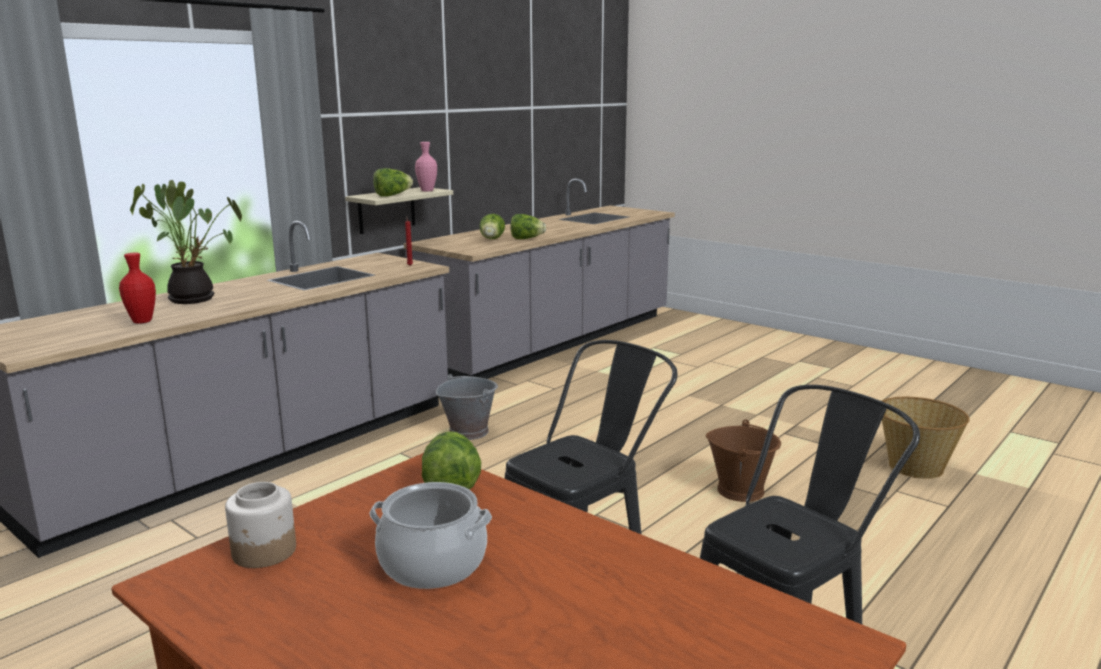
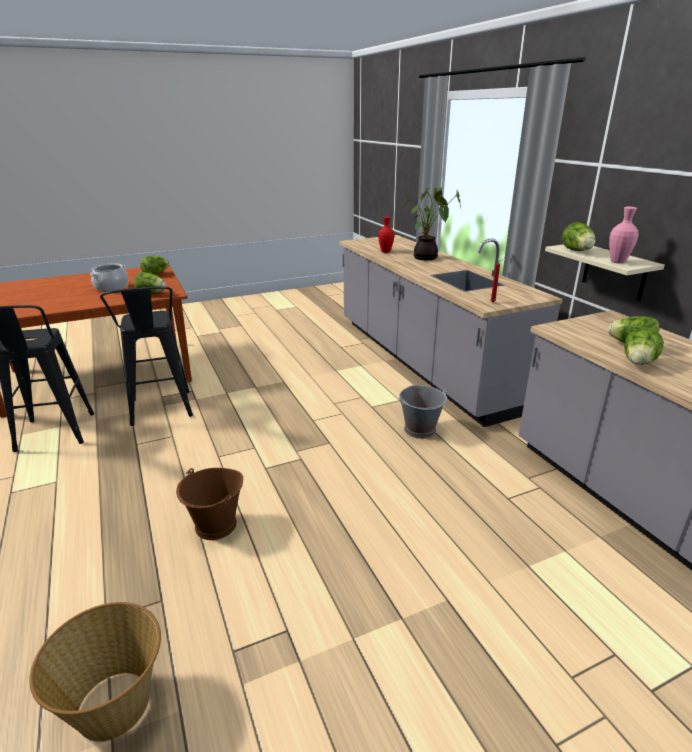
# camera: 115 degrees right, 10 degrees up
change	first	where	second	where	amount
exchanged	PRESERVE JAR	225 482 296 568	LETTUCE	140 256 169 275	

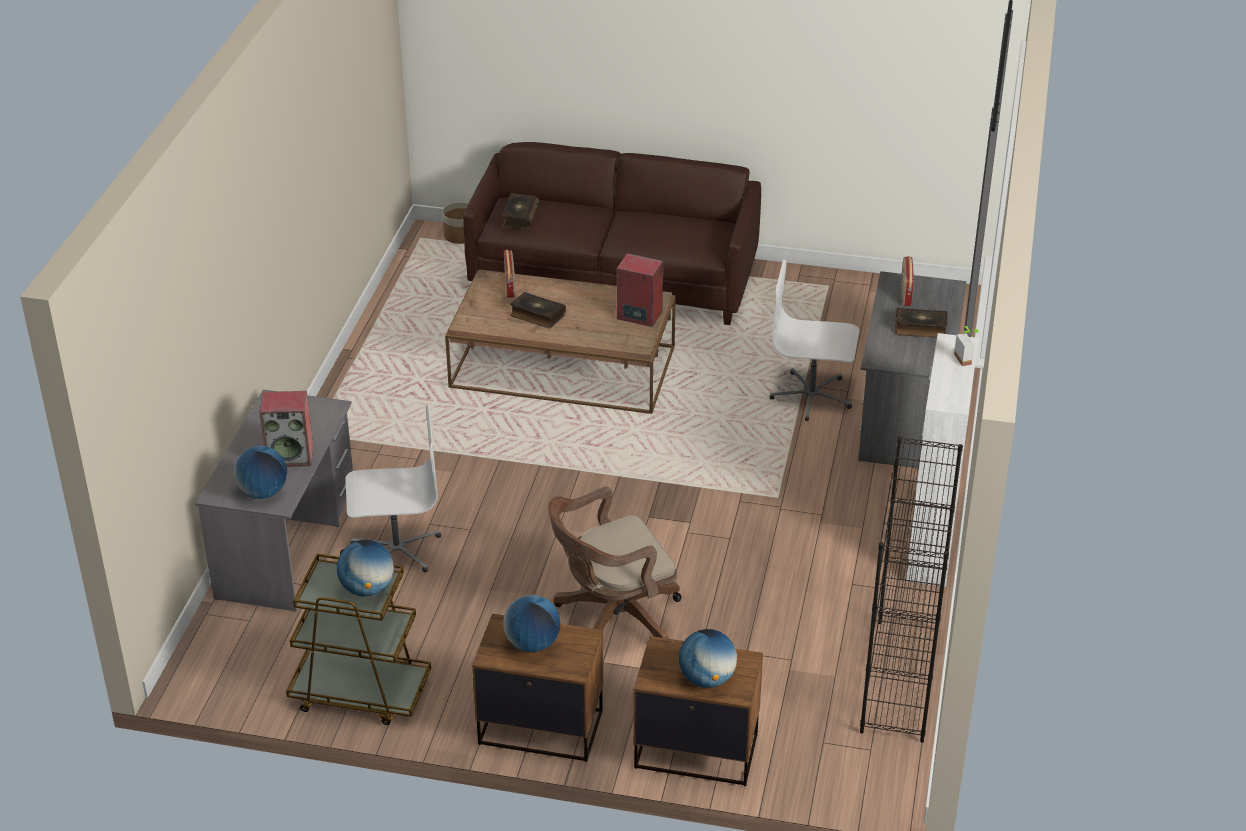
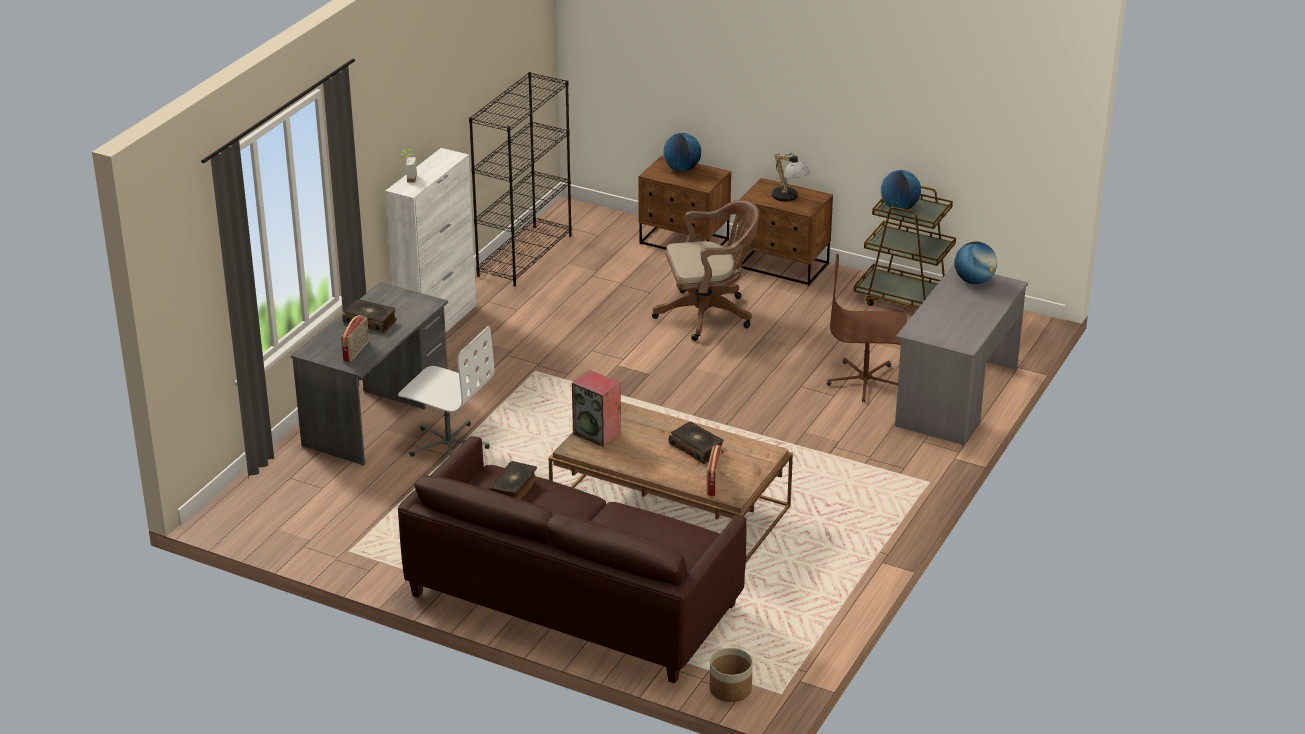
# camera: 165 degrees left, 5 degrees down
change	first	where	second	where	amount
missing	AUDIO SPEAKER	260 391 313 467			
relocated	BOUND BOOK	502 193 539 229		488 461 538 500	
exchanged	GLOBE	503 595 560 652	TABLETOP LAMP	771 153 810 202	
colour	WHITE-COLOURED OFFICE CHAIR	345 405 441 572	BROWN OFFICE CHAIR	827 254 907 402	

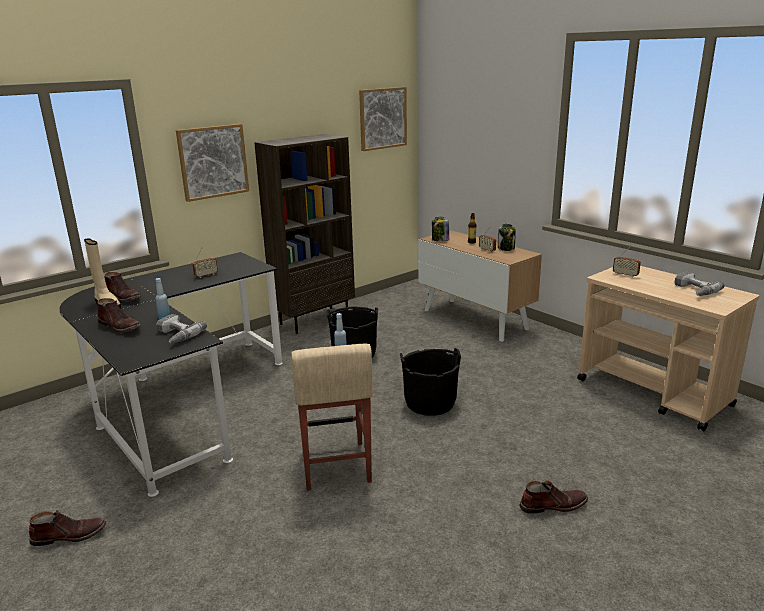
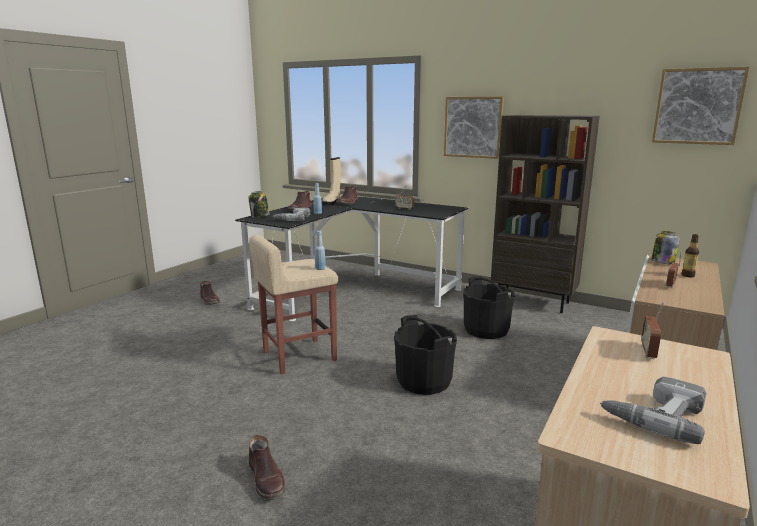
# camera: 70 degrees right, 5 degrees down
change	first	where	second	where	amount
relocated	PRESERVE JAR	498 224 516 251		248 191 269 217	

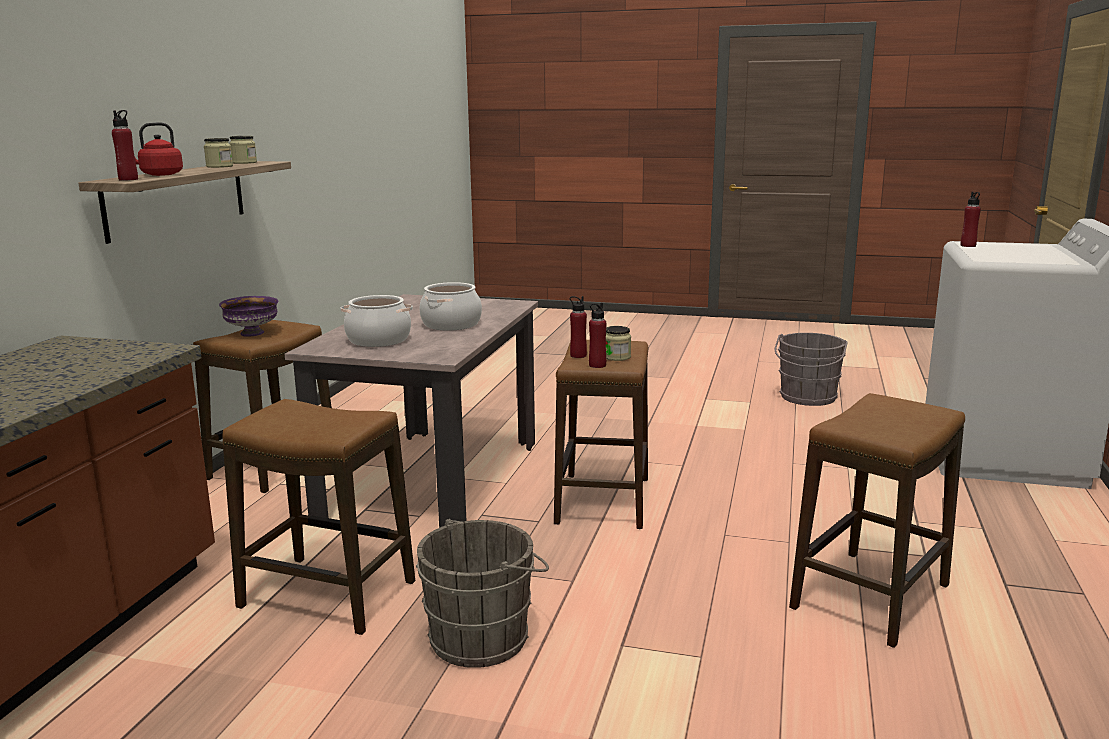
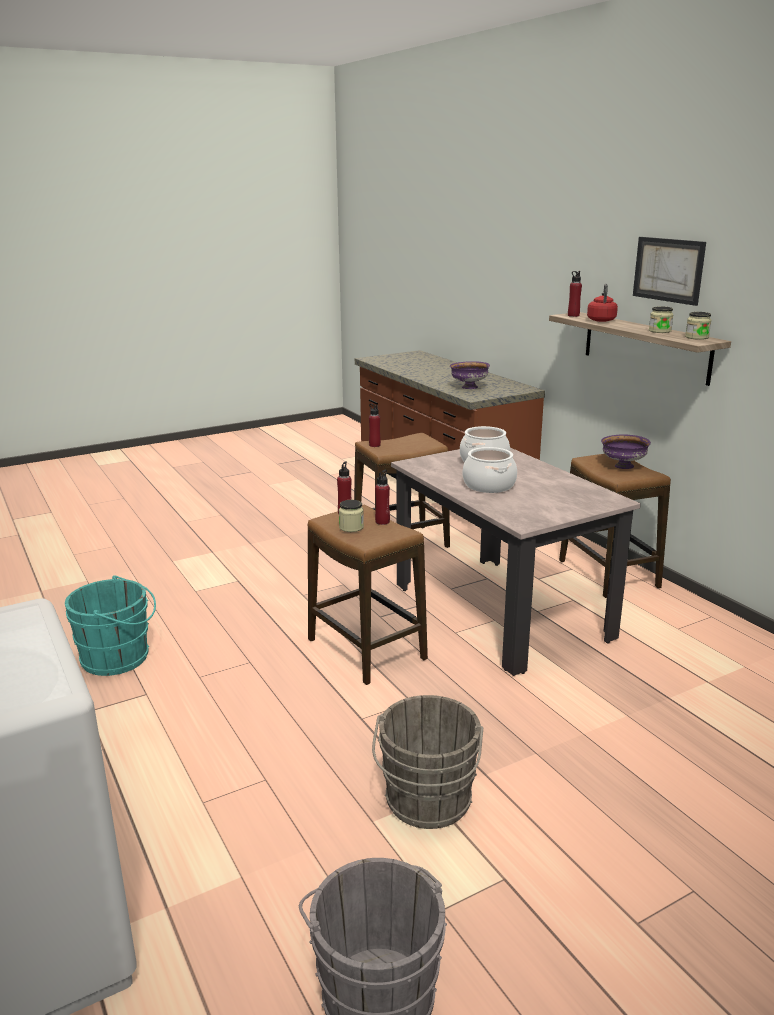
# camera: 135 degrees right, 5 degrees up
change	first	where	second	where	amount
appeared			PURPLE-COLOURED DEEP DISH	450 361 490 389	
appeared			PICTURE	633 237 706 306	
relocated	GREY BUCKET	416 519 549 668		372 695 483 829	
relocated	RED-COLOURED DRINK BOTTLE	961 192 981 247		369 404 381 447	
exchanged	SITTING STOOL	789 393 965 648	TURQUOISE BUCKET	65 575 156 676	

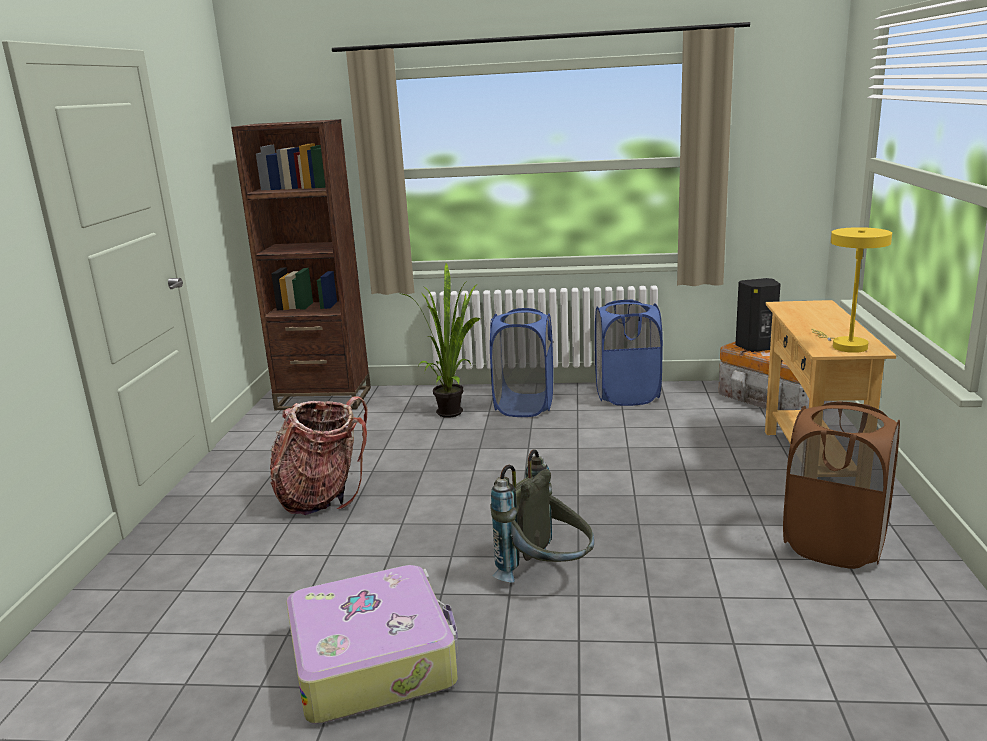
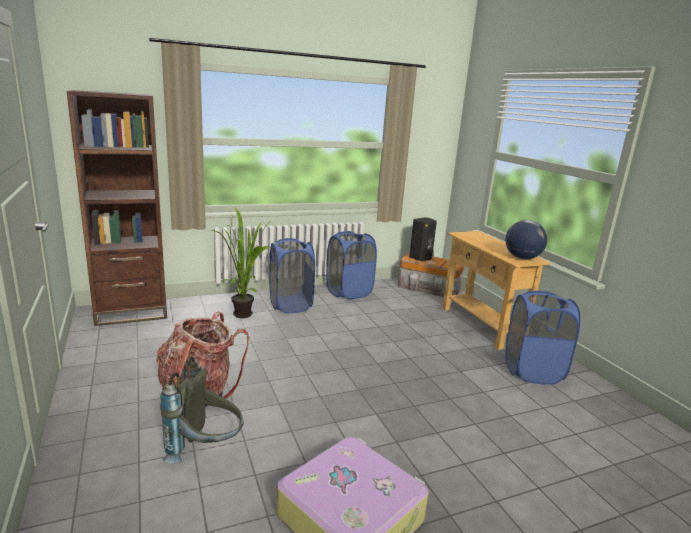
# camera: 30 degrees left, 0 degrees up
change	first	where	second	where	amount
relocated	GREY BACKPACK	490 450 594 582		160 356 244 464	
exchanged	YELLOW TABLETOP LAMP	811 227 892 353	GLOBE	505 220 547 259	
colour	BROWN LAUNDRY BASKET	783 401 900 569	BLUISH LAUNDRY BASKET	505 290 580 385	

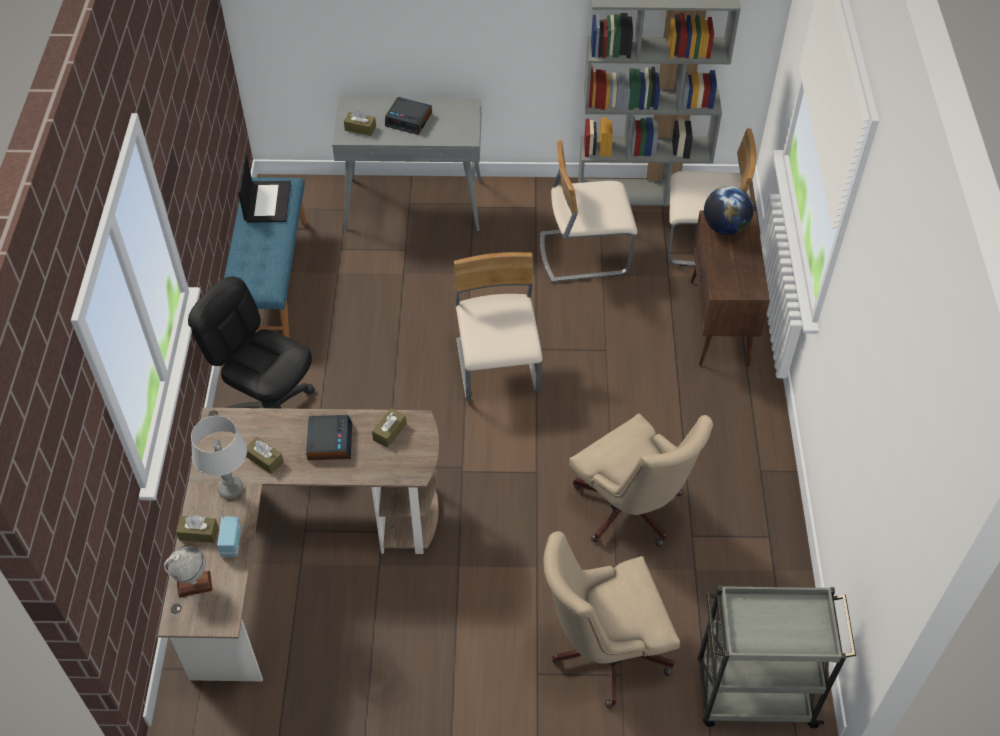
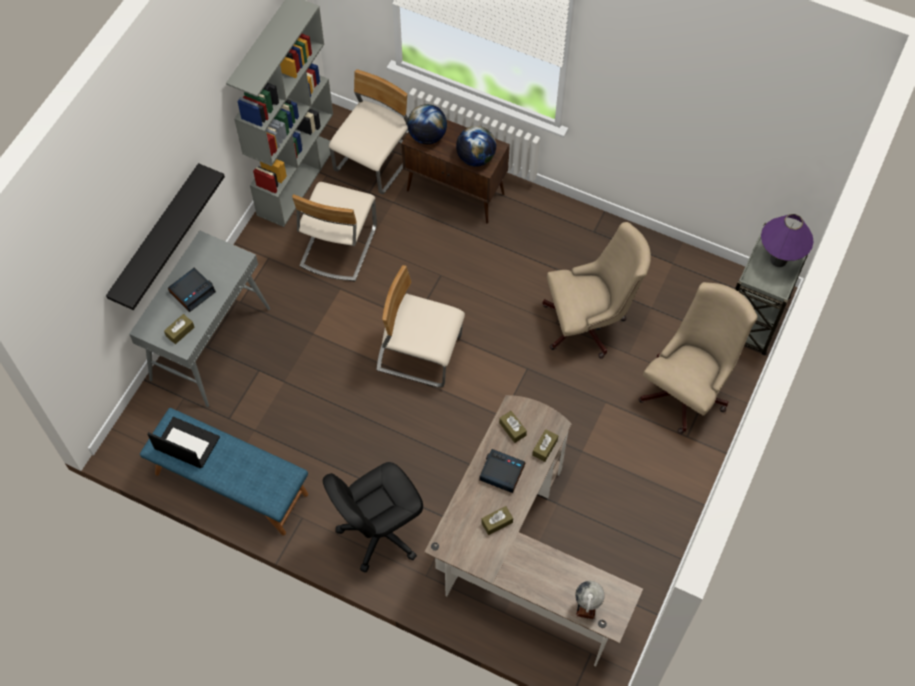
# camera: 65 degrees left, 10 degrees up
change	first	where	second	where	amount
missing	GREY TABLETOP LAMP	191 416 247 499			
missing	RADIO RECEIVER	217 509 241 557			
appeared			BLACK WALL SHELF	106 163 225 310	
appeared			GLOBE	456 126 496 167	
appeared			PURPLE-COLOURED TABLETOP LAMP	761 214 814 267	
relocated	BROWN BOX OF TISSUES	176 515 218 543		532 429 558 462	
spun	BEIGE OFFICE CHAIR	544 531 680 709		639 282 758 434	150 degrees counterclockwise

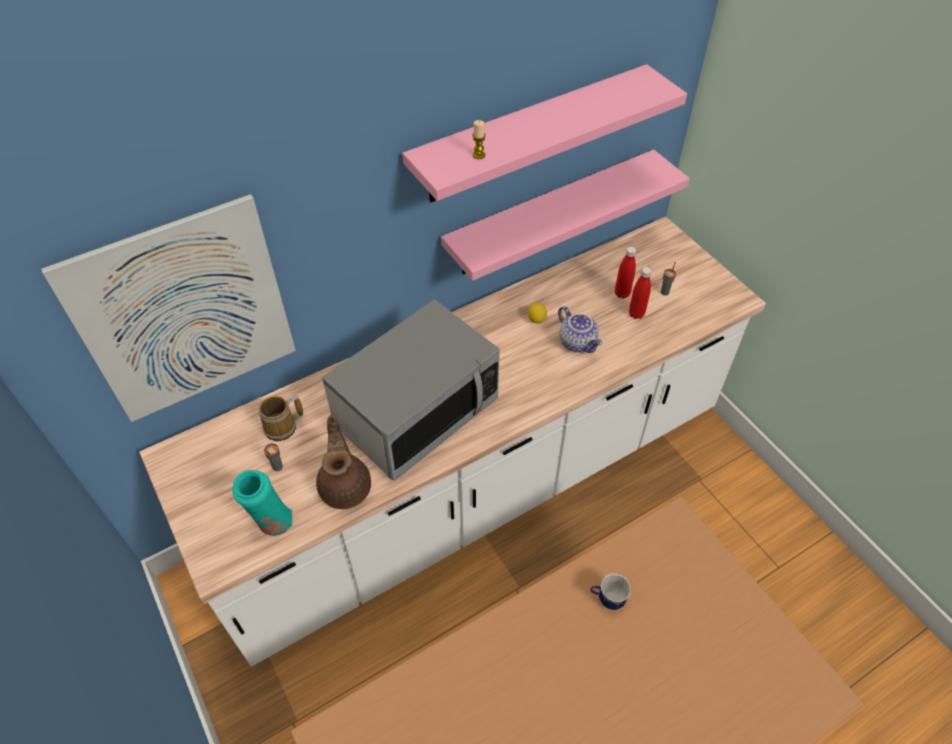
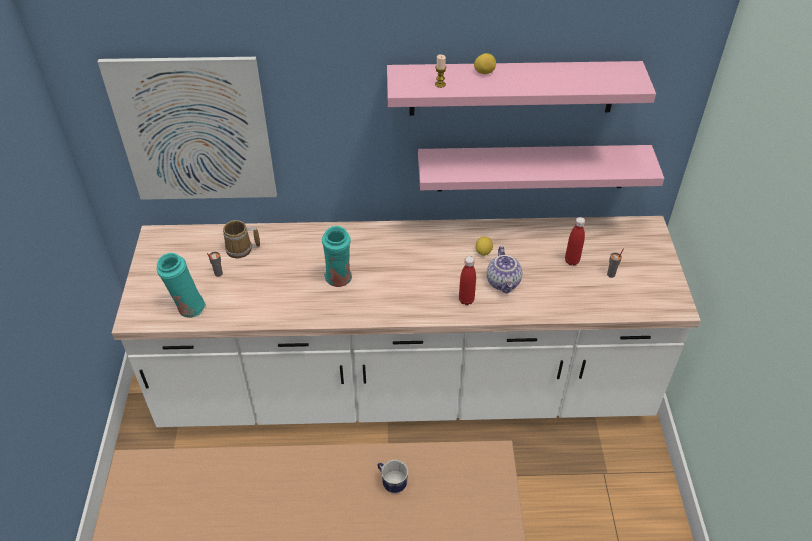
# camera: 30 degrees right, 5 degrees down
change	first	where	second	where	amount
missing	BROWN TEAPOT	316 415 371 509			
appeared			CITRUS FRUIT	474 53 496 74	
relocated	RED-COLOURED DRINK BOTTLE	629 267 652 319		459 256 476 305	
exchanged	KITCHEN MICROWAVE	322 299 500 481	TURQUOISE VASE	322 226 352 287	

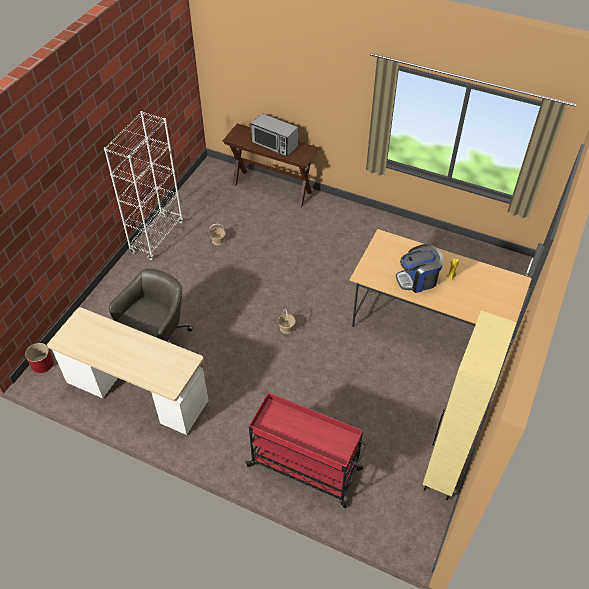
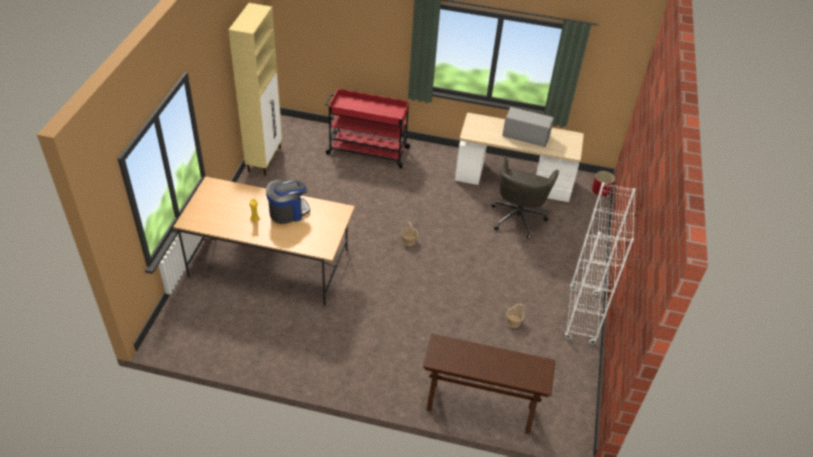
# camera: 165 degrees right, 5 degrees down
change	first	where	second	where	amount
relocated	KITCHEN MICROWAVE	250 113 298 157		502 106 554 147	

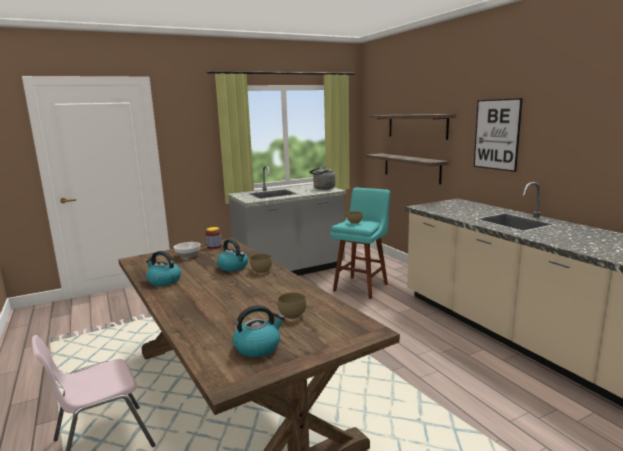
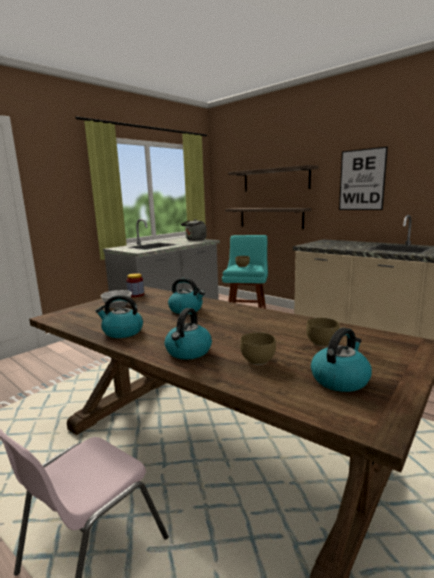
# camera: 20 degrees left, 0 degrees up
change	first	where	second	where	amount
appeared			TEA KETTLE	165 308 212 359	
relocated	BROWN DEEP DISH	250 254 272 273		240 332 276 365	

